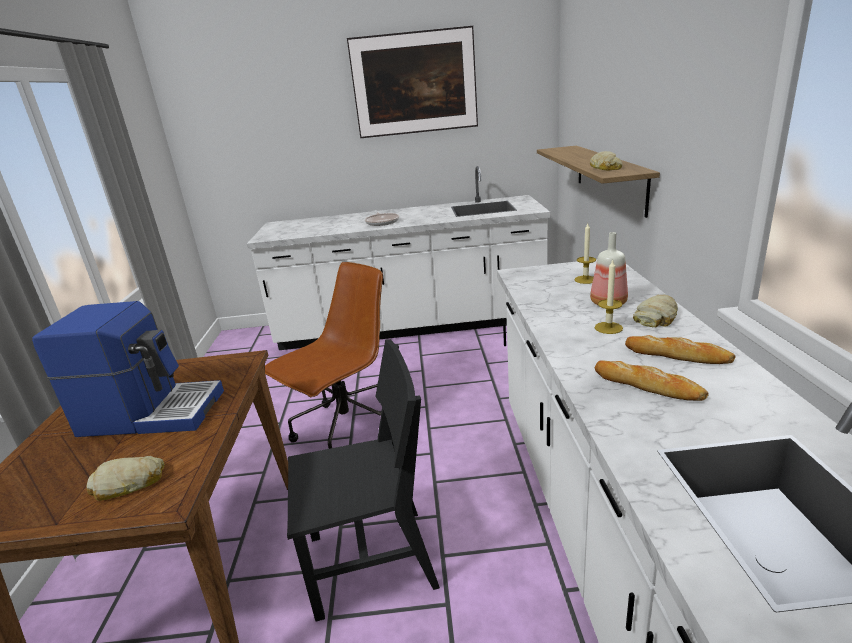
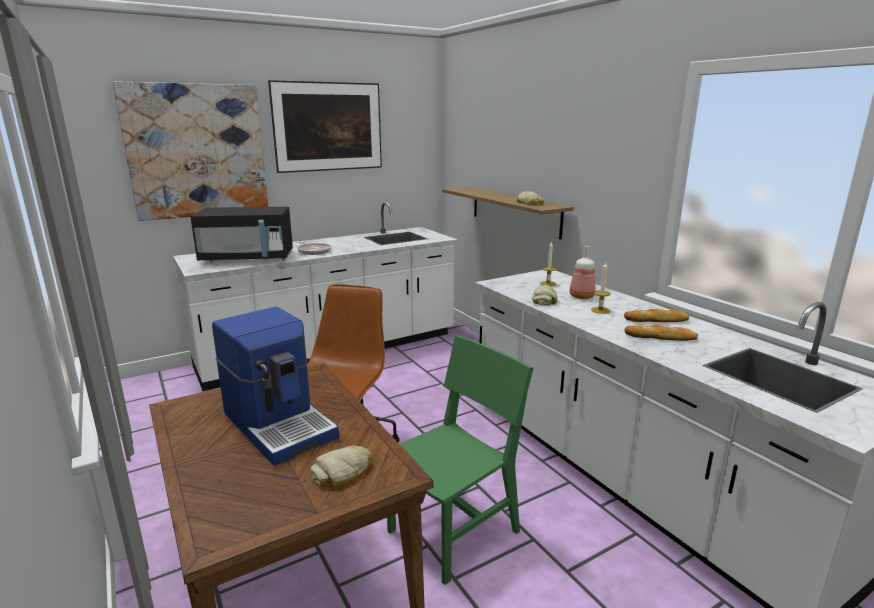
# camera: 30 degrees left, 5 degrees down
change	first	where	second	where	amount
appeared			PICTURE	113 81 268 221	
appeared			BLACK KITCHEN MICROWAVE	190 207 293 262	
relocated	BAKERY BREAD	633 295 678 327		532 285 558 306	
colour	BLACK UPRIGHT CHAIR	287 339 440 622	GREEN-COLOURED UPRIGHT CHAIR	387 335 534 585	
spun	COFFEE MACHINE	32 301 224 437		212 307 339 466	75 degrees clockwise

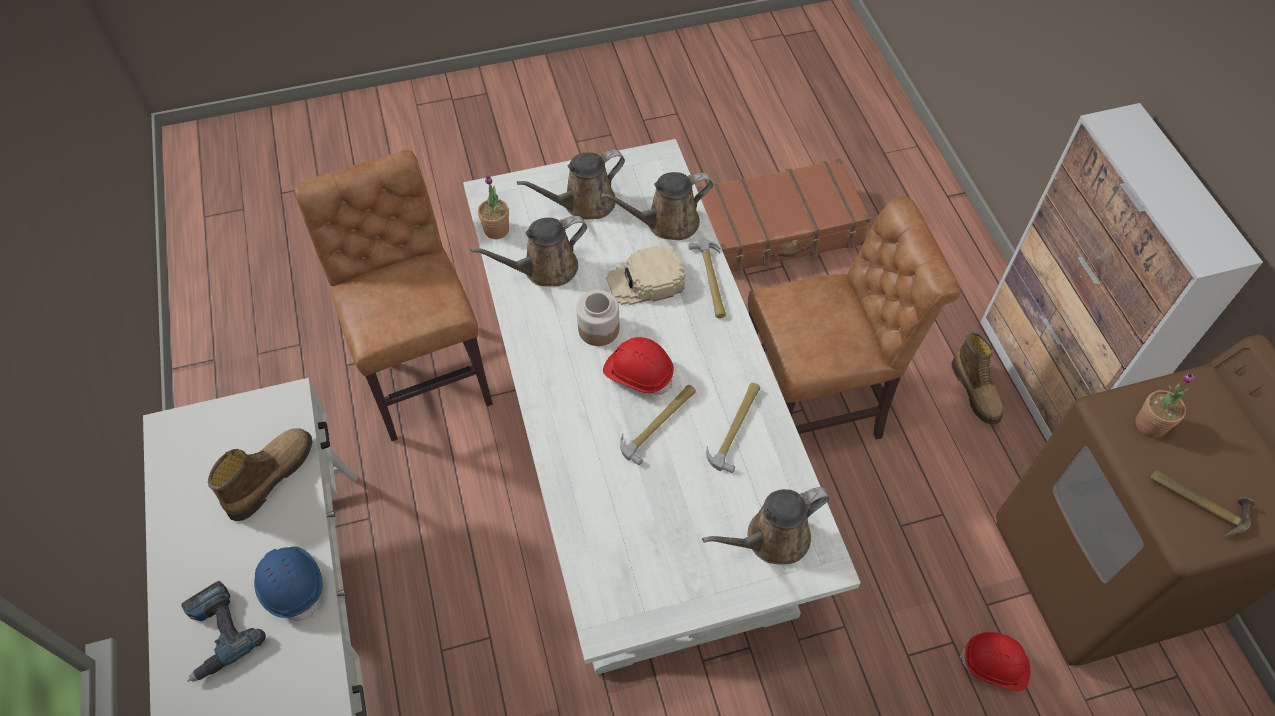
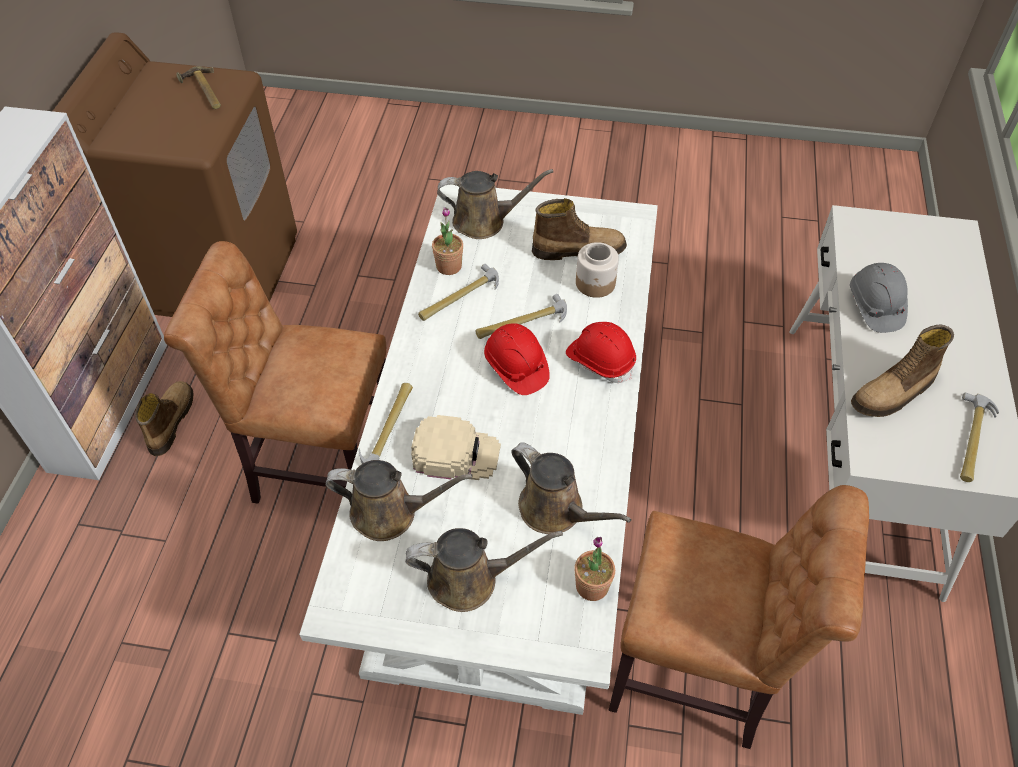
# camera: 155 degrees left, 5 degrees down
change	first	where	second	where	amount
missing	ELECTRIC DRILL	181 581 266 682			
missing	BROWN SUITCASE	696 158 871 273			
appeared			HIGH-TOP BOOT	532 198 627 260	
appeared			TOOL HAMMER	960 392 999 482	
relocated	PRESERVE JAR	577 290 620 346		576 242 619 298	
relocated	RED-COLOURED HARD HAT	960 632 1030 691		566 322 636 383	
relocated	HOUSEPLANT	1135 373 1195 438		432 207 463 275	
colour	BLUISH HARD HAT	254 546 323 621	GREY HARD HAT	850 263 908 333	
spun	BROWN UPRIGHT CHAIR	294 150 493 441		609 485 869 749	75 degrees counterclockwise
spun	BROWN WATERING POT	470 216 587 287		511 442 631 534	45 degrees clockwise

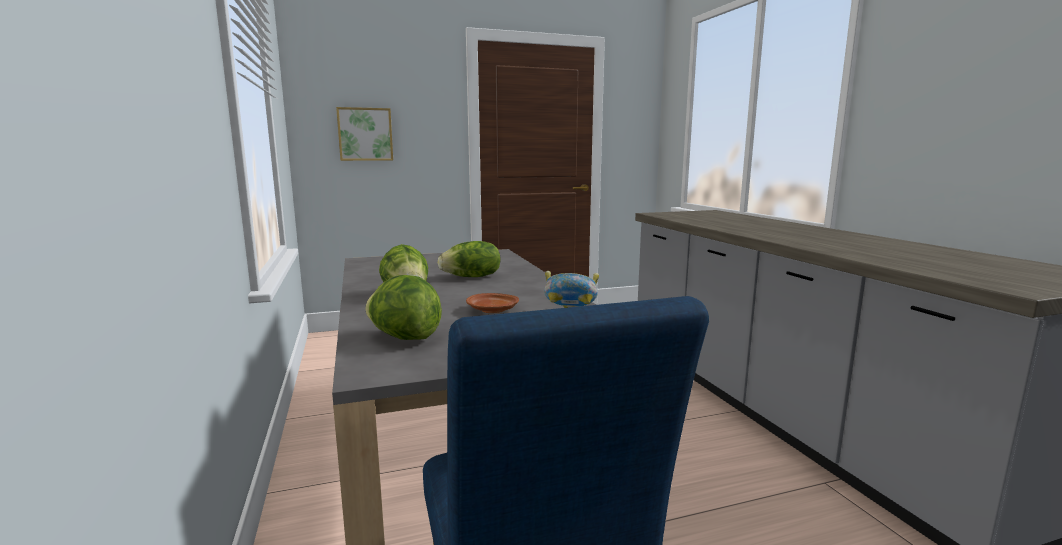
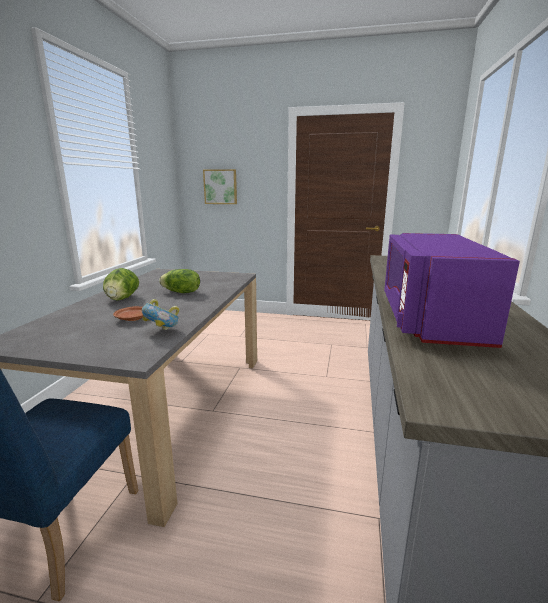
# camera: 30 degrees right, 5 degrees up
change	first	where	second	where	amount
missing	LETTUCE	365 275 442 340			
appeared			PURPLE-COLOURED KITCHEN MICROWAVE	384 233 520 348	

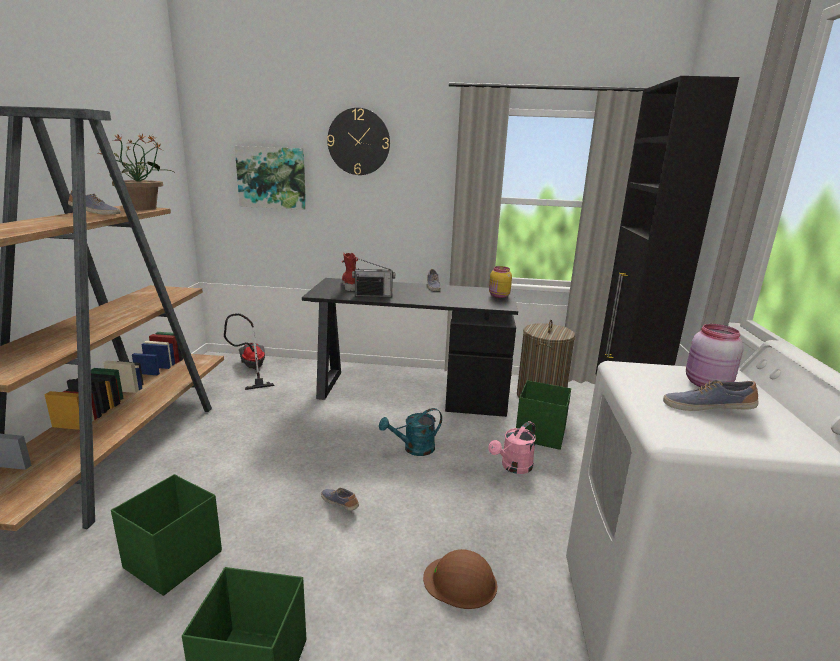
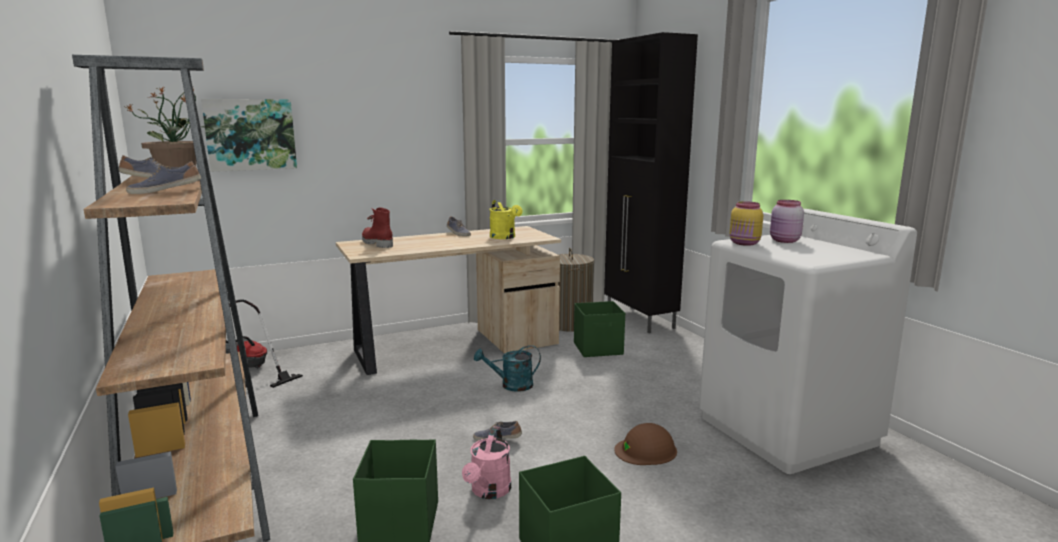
# camera: 30 degrees left, 5 degrees down
change	first	where	second	where	amount
missing	CLOCK ON THE WALL	327 108 390 175			
missing	RADIO RECEIVER	352 259 395 297			
appeared			YELLOW WATERING POT	489 200 522 239	
relocated	PINK WATERING POT	488 421 536 474		462 426 511 499	
relocated	YELLOW PRESERVE JAR	489 266 512 298		730 201 763 246	
relocated	ITEM OF FOOTWEAR	663 380 758 411		126 161 201 194	
colour	BLACK DESK TABLE	302 278 518 417	BEIGE DESK TABLE	336 226 561 375	
spun	TURQUOISE WATERING POT	379 408 442 456		474 345 541 392	45 degrees clockwise

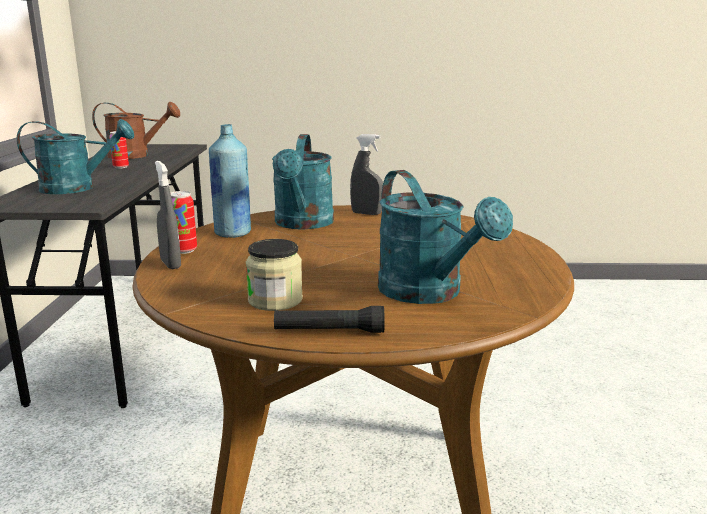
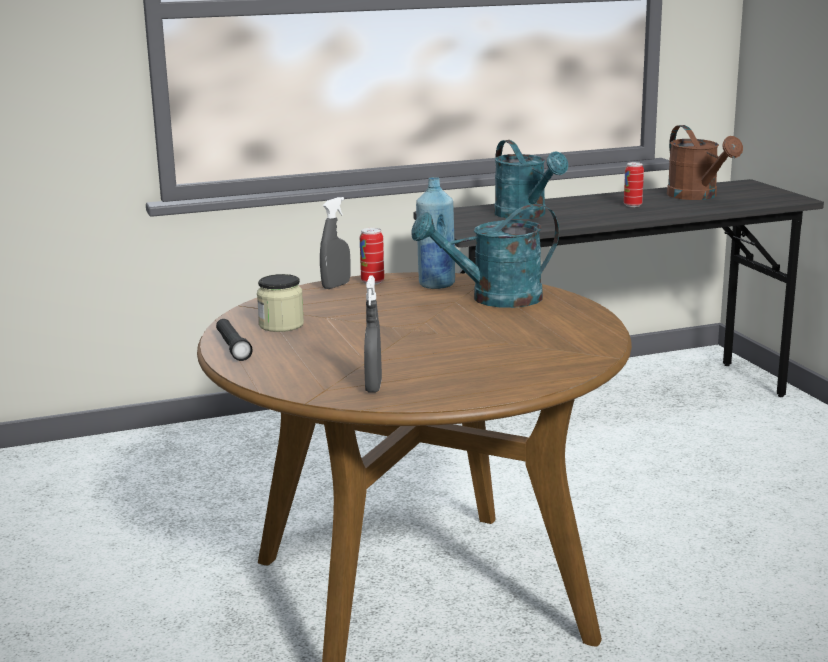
# camera: 70 degrees right, 0 degrees up
change	first	where	second	where	amount
missing	TURQUOISE WATERING POT	378 170 513 304			
relocated	GREY SPRAY BOTTLE	350 134 383 215		364 276 382 393	

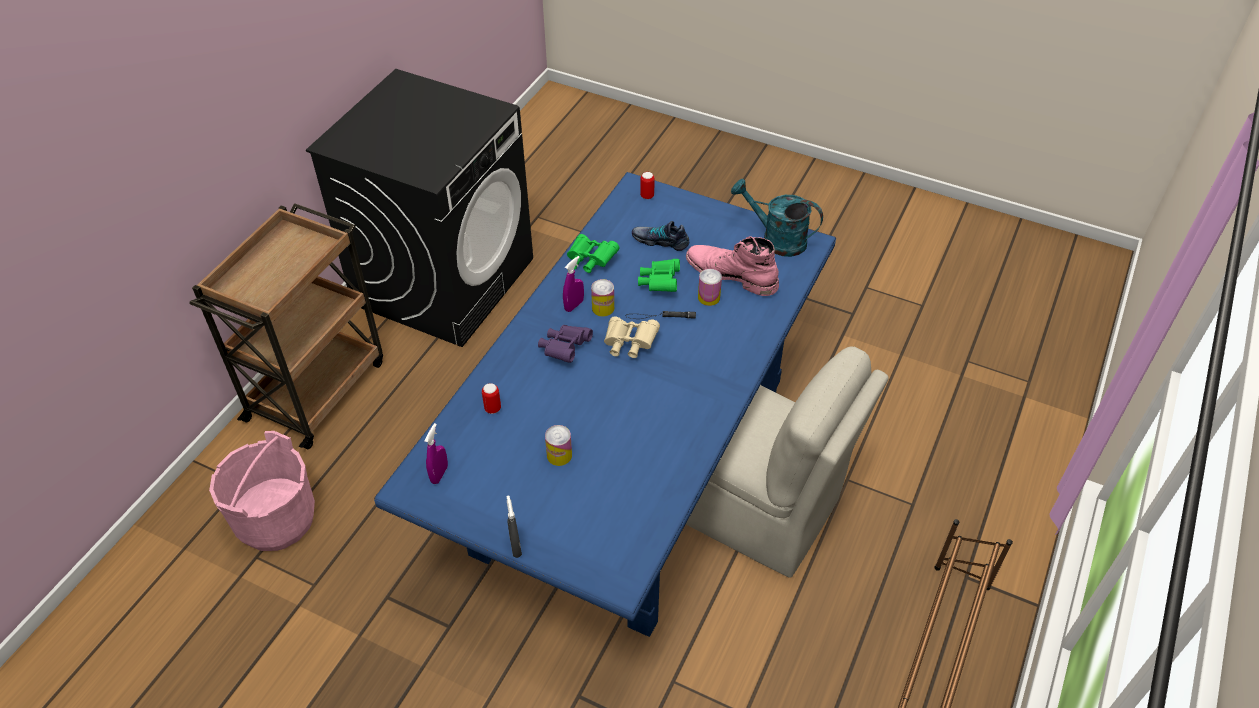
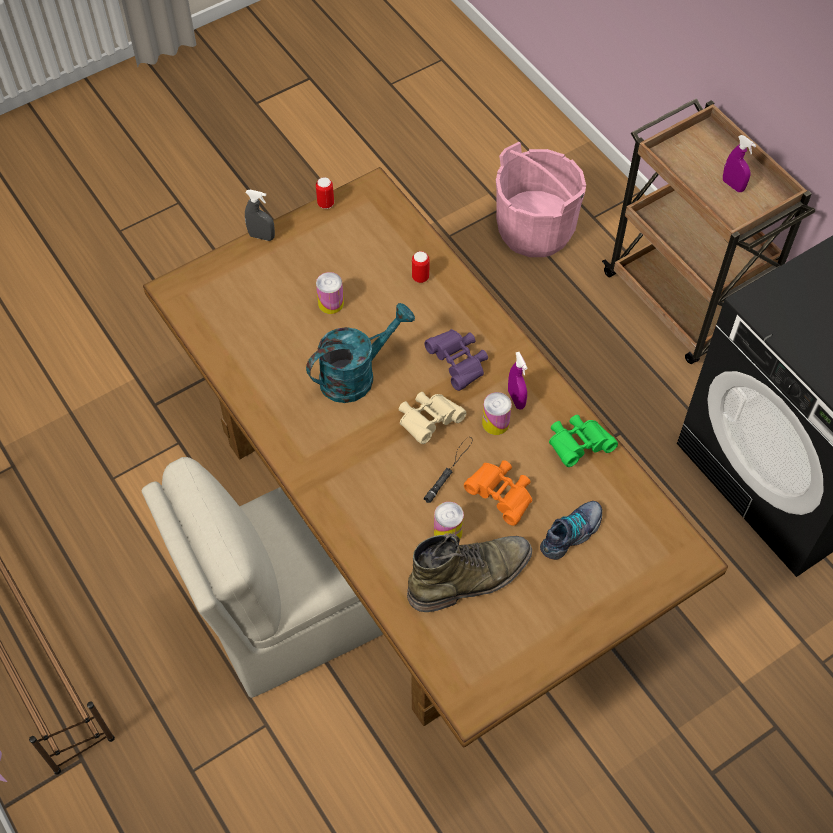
# camera: 120 degrees right, 10 degrees up
change	first	where	second	where	amount
relocated	PURPLE-COLOURED SPRAY BOTTLE	424 423 448 484		723 135 756 192	
relocated	METAL CAN	640 172 655 199		316 177 334 209	
relocated	TURQUOISE WATERING POT	731 179 823 257		306 303 415 403	
colour	BLUISH DINNER TABLE	374 172 836 637	BROWN DINNER TABLE	143 167 728 747	
colour	GREEN-COLOURED BINOCULARS	638 259 680 292	ORANGEY BINOCULARS	464 460 532 526	
colour	PINK HIGH-TOP BOOT	686 236 779 296	GREEN-COLOURED HIGH-TOP BOOT	407 534 532 612	

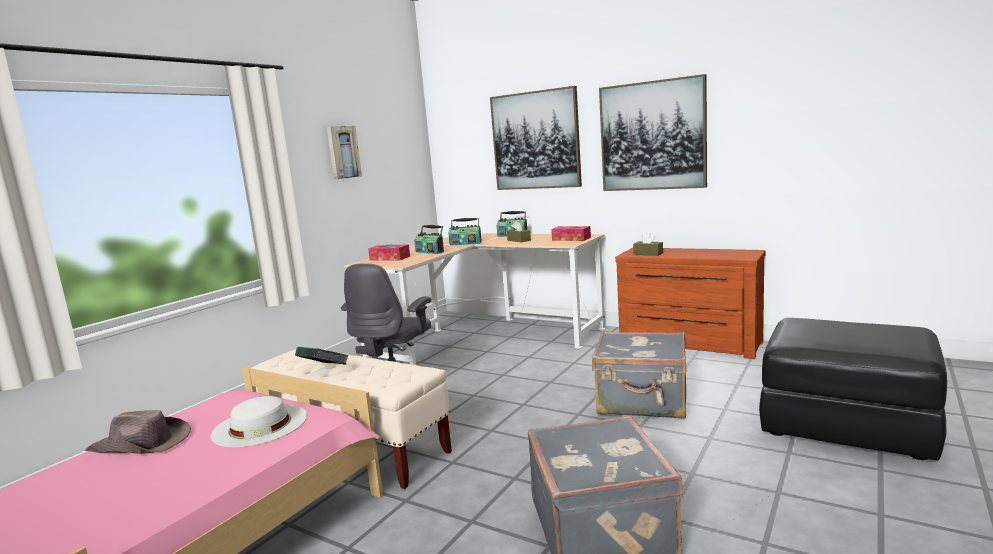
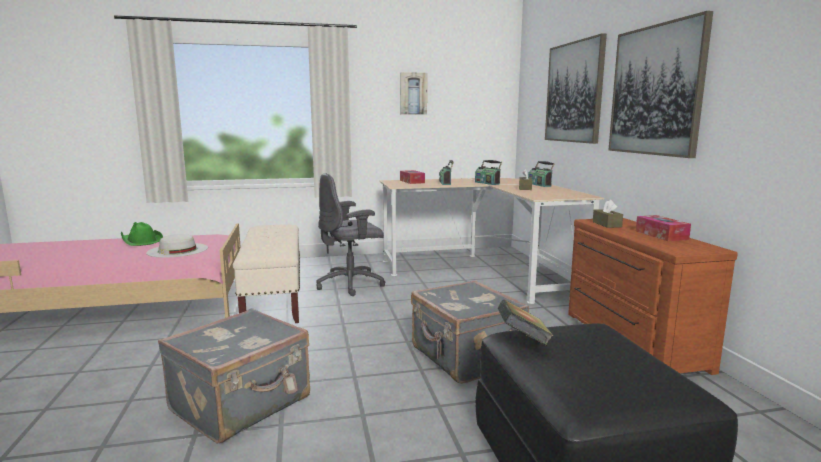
# camera: 45 degrees right, 0 degrees up
change	first	where	second	where	amount
relocated	BOUND BOOK	295 347 349 364		497 300 554 346	
relocated	BOX OF TISSUES	551 226 591 241		636 215 691 241	
colour	BROWN WEARABLE HAT	85 410 191 454	GREEN-COLOURED WEARABLE HAT	121 222 163 246	

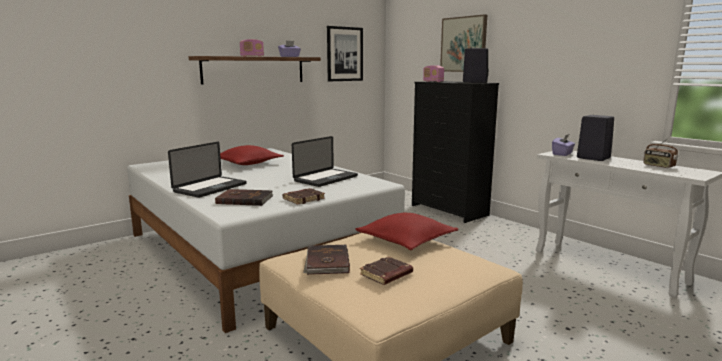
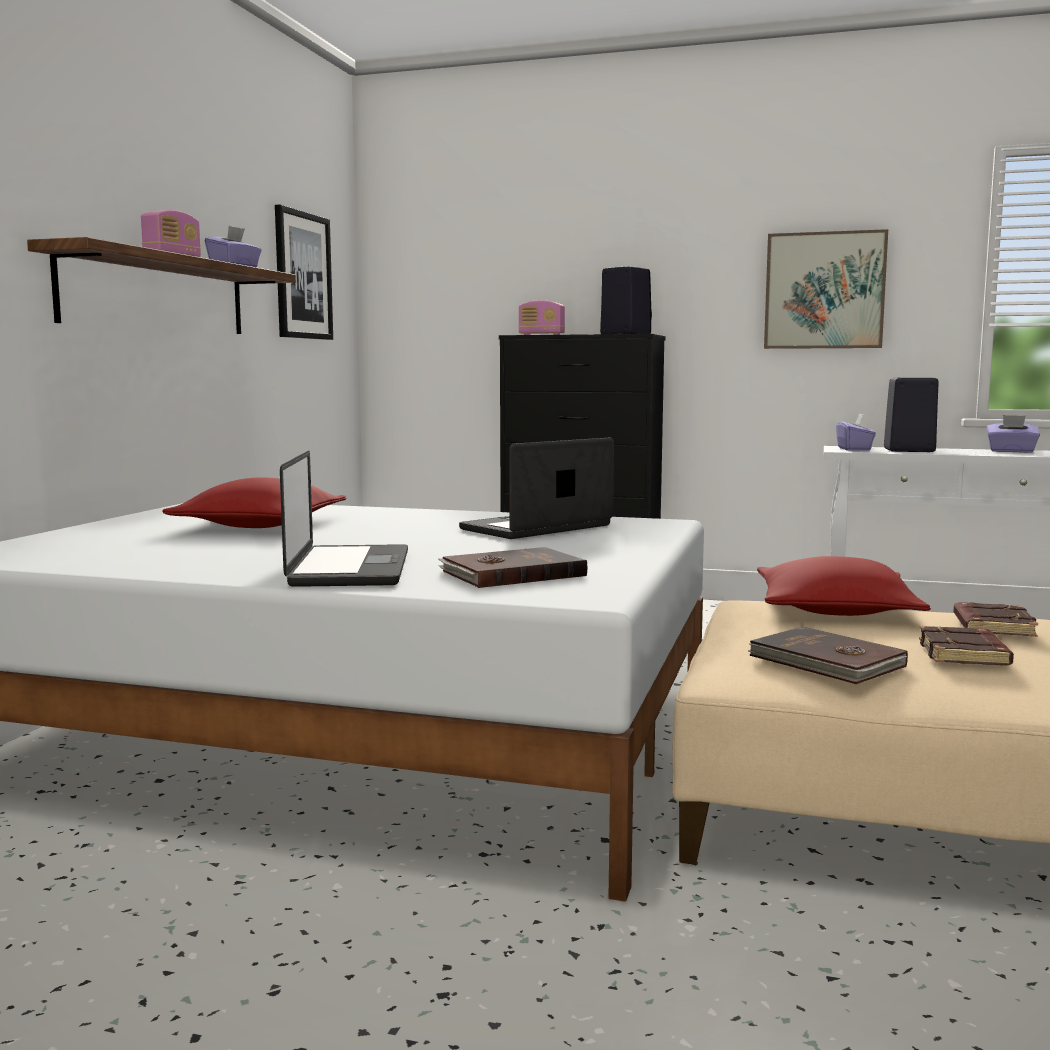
# camera: 35 degrees left, 5 degrees down
change	first	where	second	where	amount
relocated	BROWN BOUND BOOK	283 188 325 205		953 602 1038 637	
relocated	PICTURE	440 14 487 72		764 229 888 349	
exchanged	RADIO RECEIVER	643 136 678 168	PURPLE-COLOURED BOX OF TISSUES	986 415 1040 453	
spun	LAPTOP	292 136 358 187		459 438 614 539	135 degrees counterclockwise

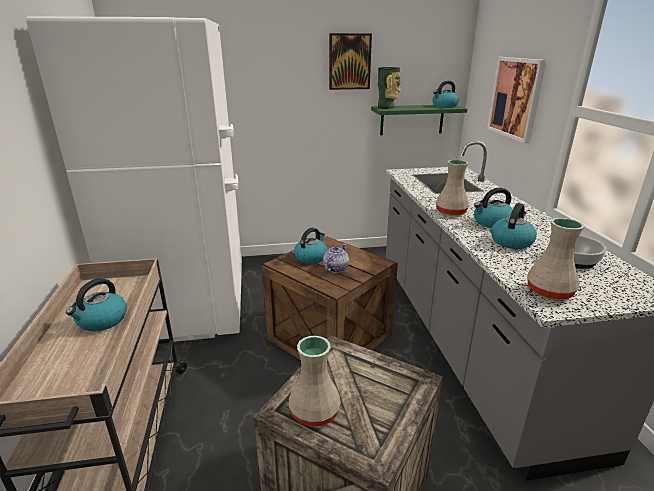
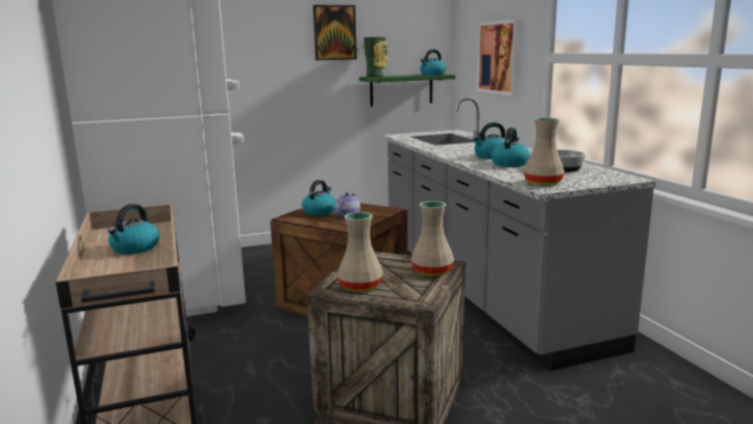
# camera: 10 degrees left, 10 degrees down
change	first	where	second	where	amount
relocated	BEIGE VASE	436 160 469 216		411 201 454 276	

